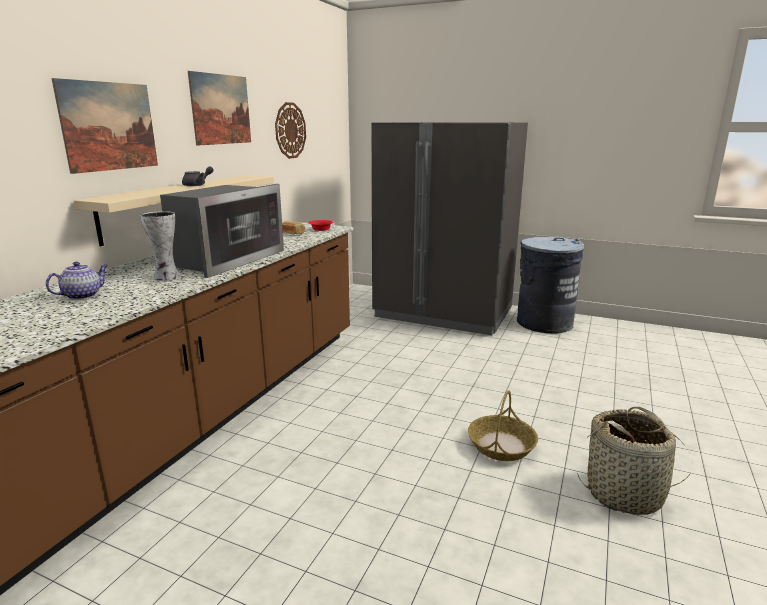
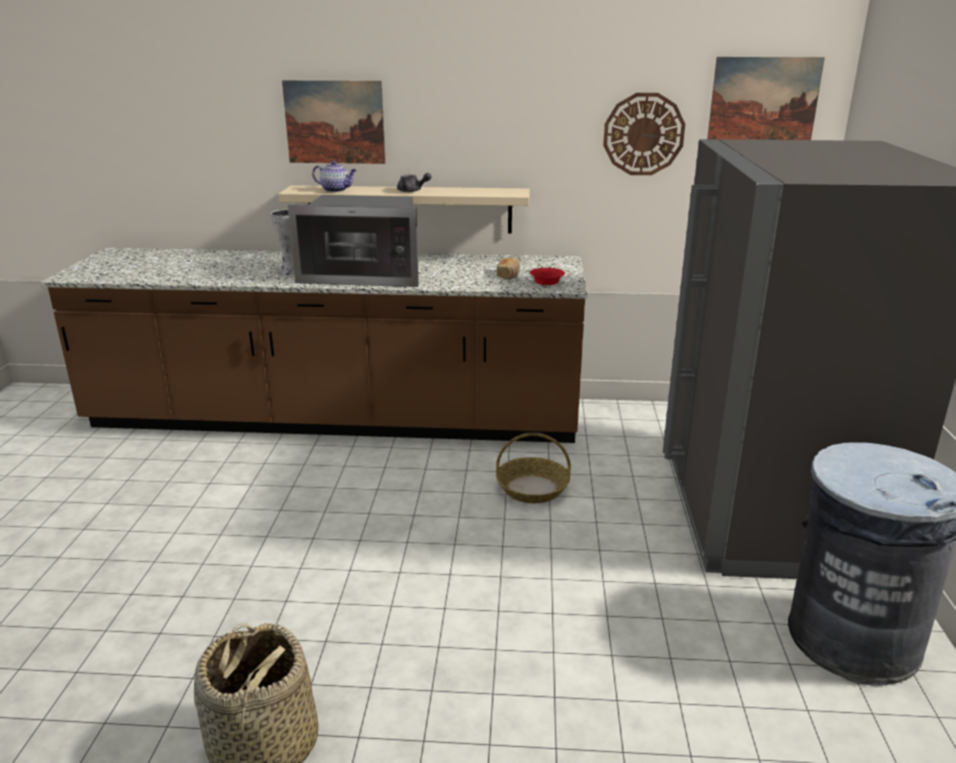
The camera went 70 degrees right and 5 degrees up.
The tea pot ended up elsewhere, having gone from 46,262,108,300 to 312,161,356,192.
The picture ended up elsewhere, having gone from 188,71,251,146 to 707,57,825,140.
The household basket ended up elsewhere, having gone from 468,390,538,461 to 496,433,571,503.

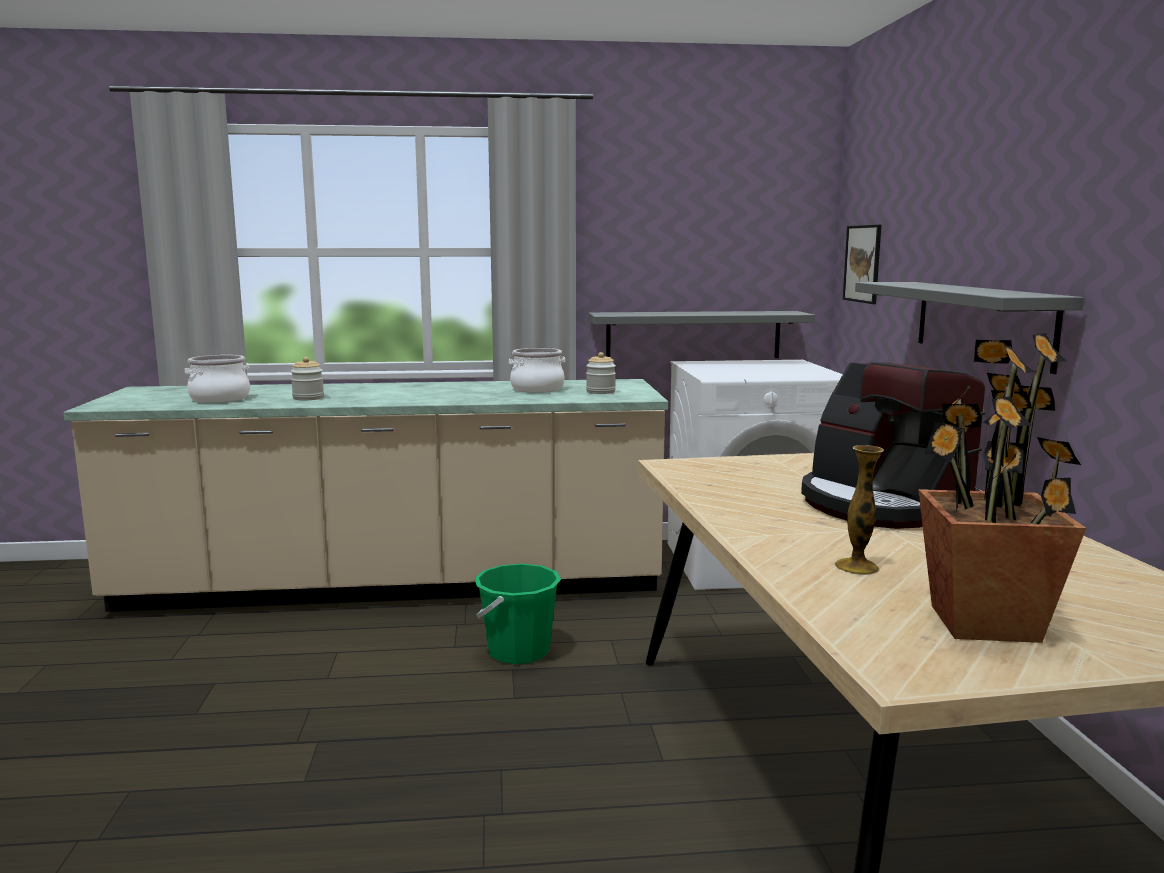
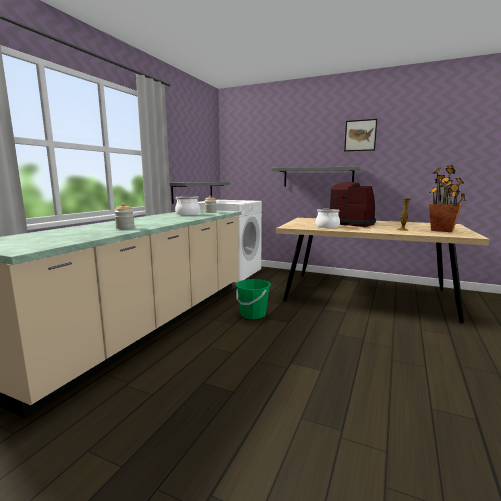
The camera went 60 degrees left and 0 degrees up.
The cooking pot ended up elsewhere, having gone from 185,355,250,403 to 315,209,340,228.
The picture ended up elsewhere, having gone from 843,225,881,304 to 344,119,377,151.
The coffee maker at 801,362,985,529 ended up facing another way, 135 degrees counterclockwise from before.

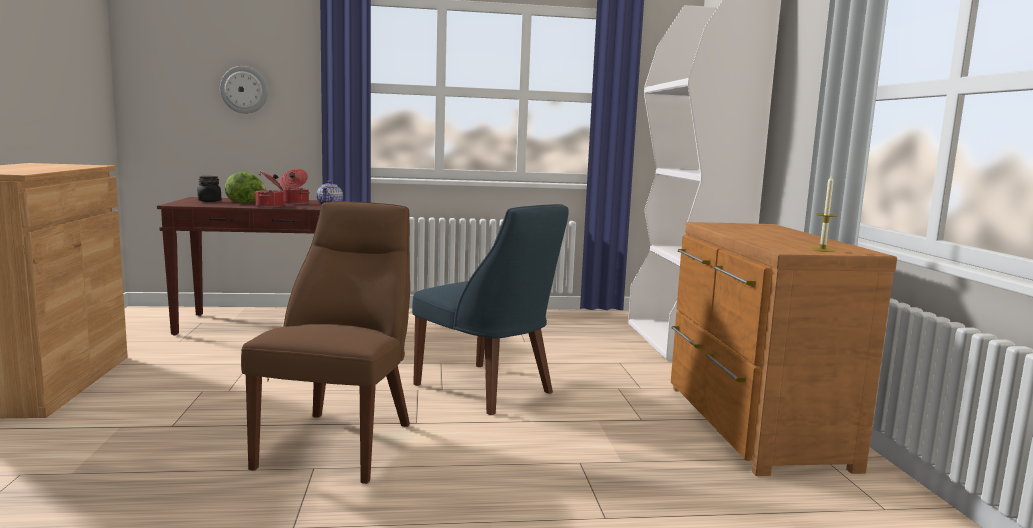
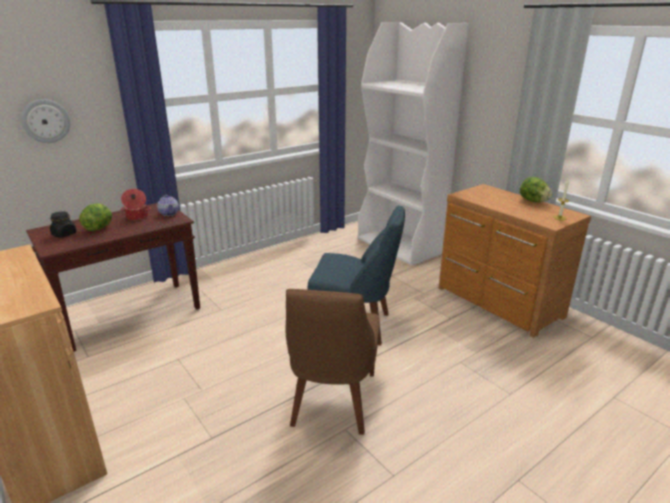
The camera went 30 degrees left and 15 degrees up.
The second view lost the cooking pot at 254,170,284,207.
The second view gained the lettuce head at 520,177,552,202.
The brownish chair at 241,201,410,484 ended up facing another way, 150 degrees counterclockwise from before.

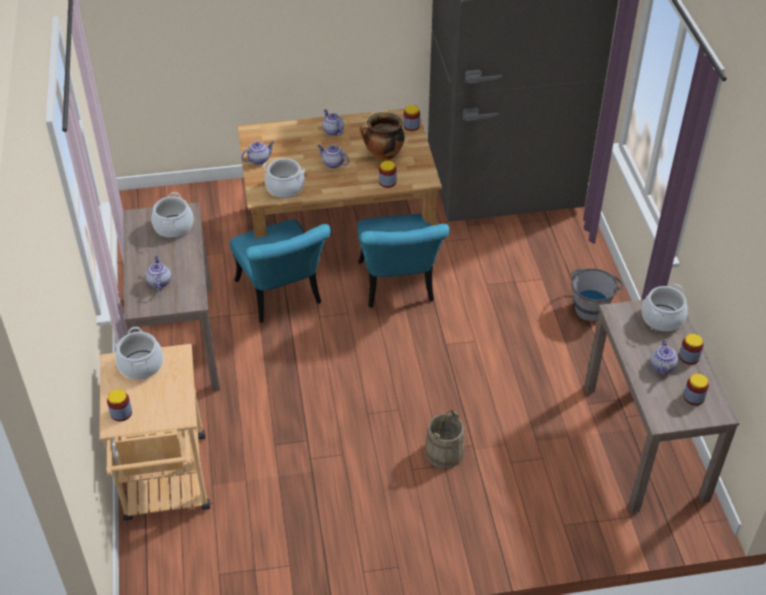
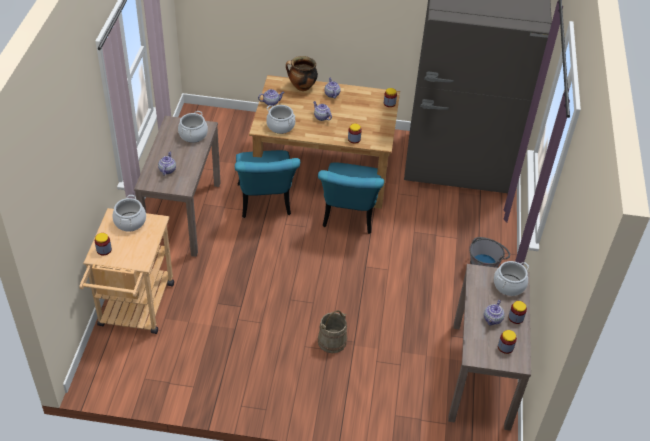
The camera went 15 degrees right and 0 degrees up.
The cooking pot ended up elsewhere, having gone from 360,112,405,161 to 286,56,318,91.

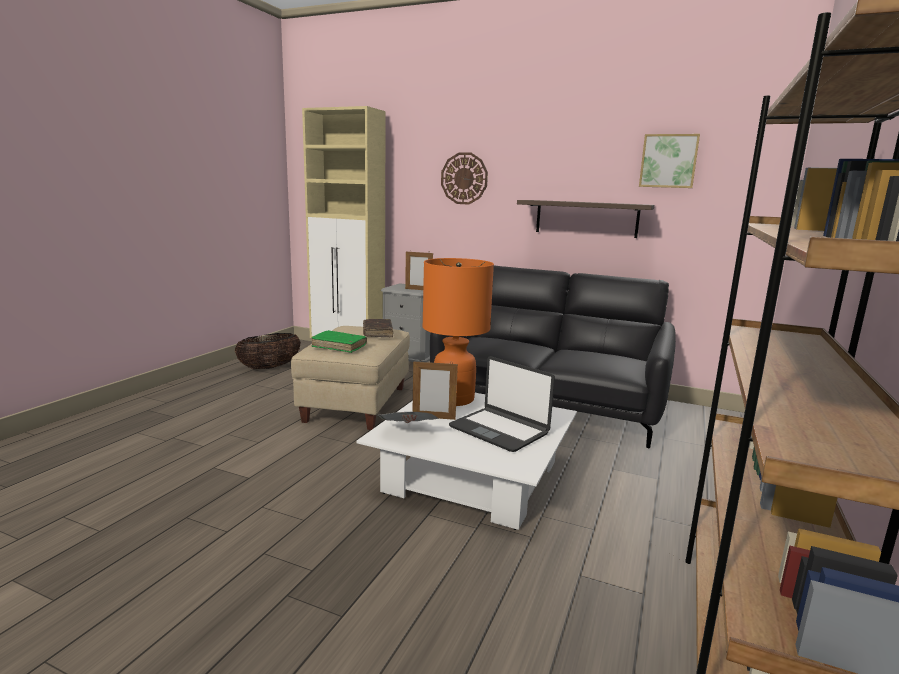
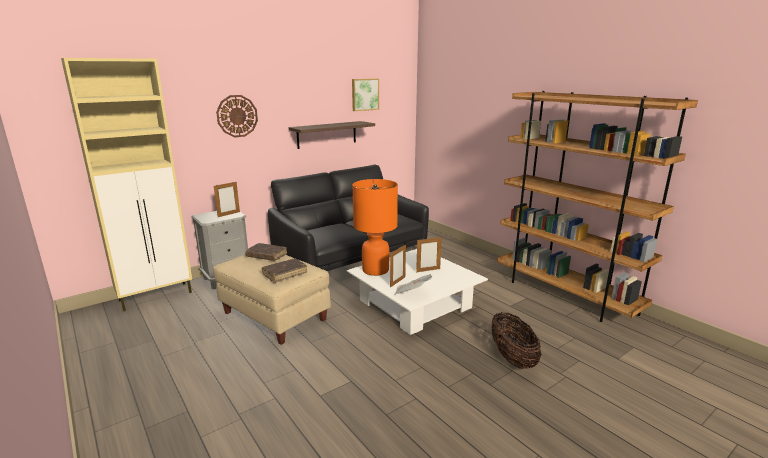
The camera went 60 degrees left and 5 degrees up.
The household basket ended up elsewhere, having gone from 235,333,300,369 to 491,312,542,369.
Where the laptop stood at 449,356,555,452, the standing frame came to stand at 416,237,442,272.
What was the green-coloured volume at 312,330,367,353 turned into the brownish volume at 262,259,307,283.

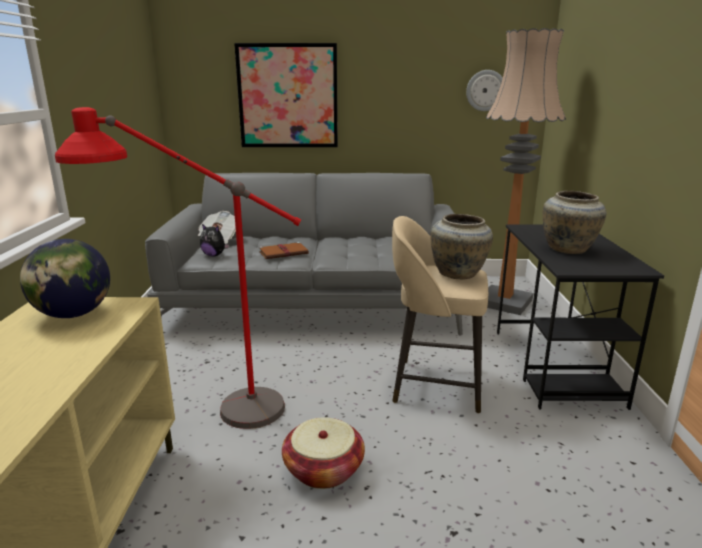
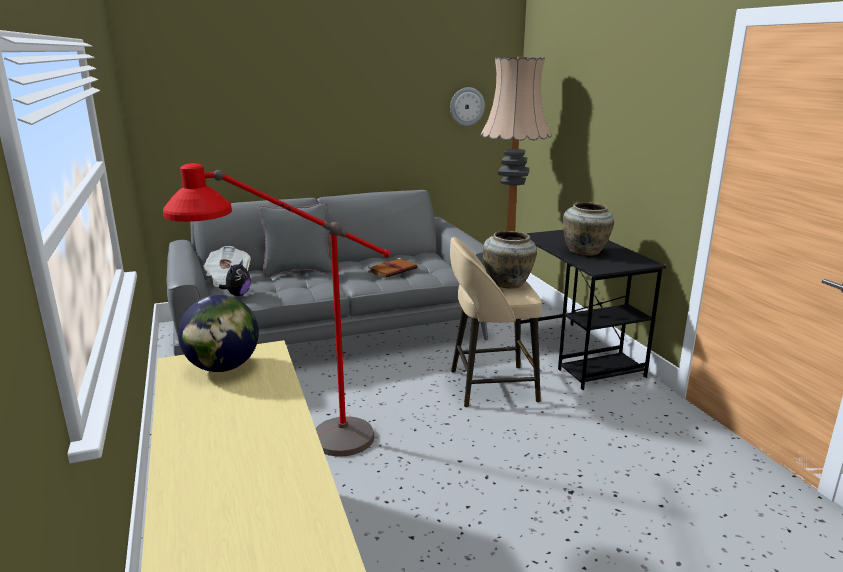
The camera went 20 degrees left and 0 degrees up.
The second view lost the picture at 234,43,338,147.
The second view lost the household basket at 282,418,365,489.
The second view gained the grey pillow at 257,203,332,278.
The brownish volume ended up elsewhere, having gone from 259,242,309,259 to 368,258,418,278.
The cuddly toy at 200,224,230,256 ended up facing another way, 75 degrees counterclockwise from before.

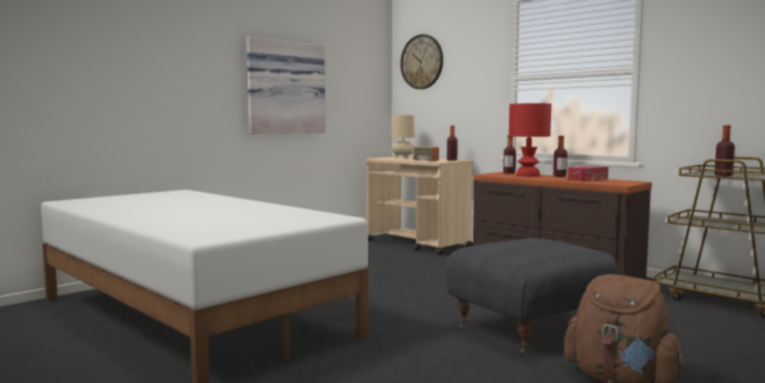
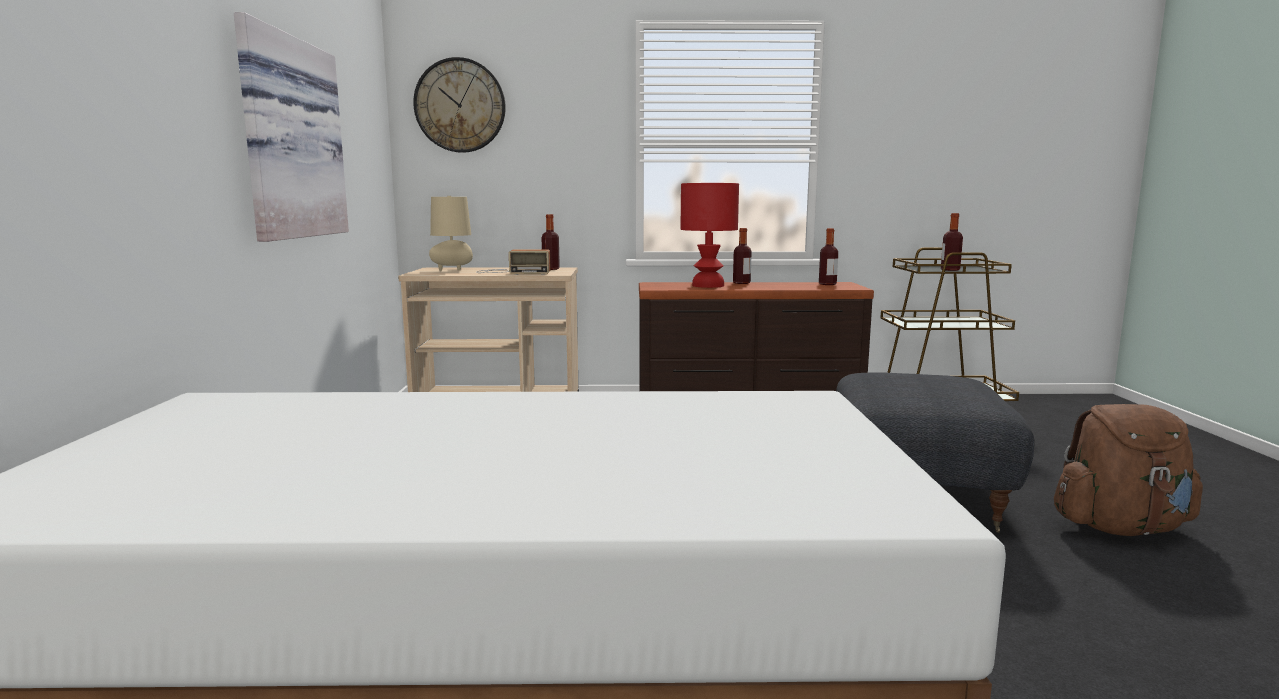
The camera went 45 degrees left and 5 degrees up.
The second view lost the tissue holder at 568,166,608,182.
The bottle ended up elsewhere, having gone from 503,135,516,174 to 819,228,838,285.

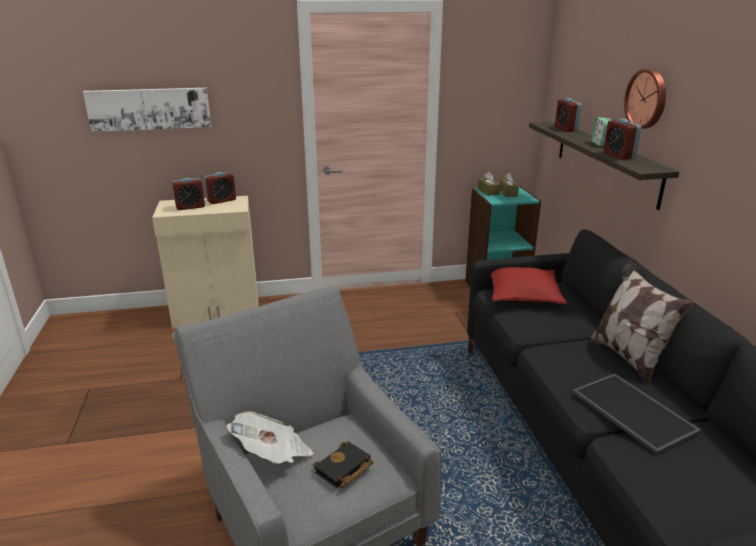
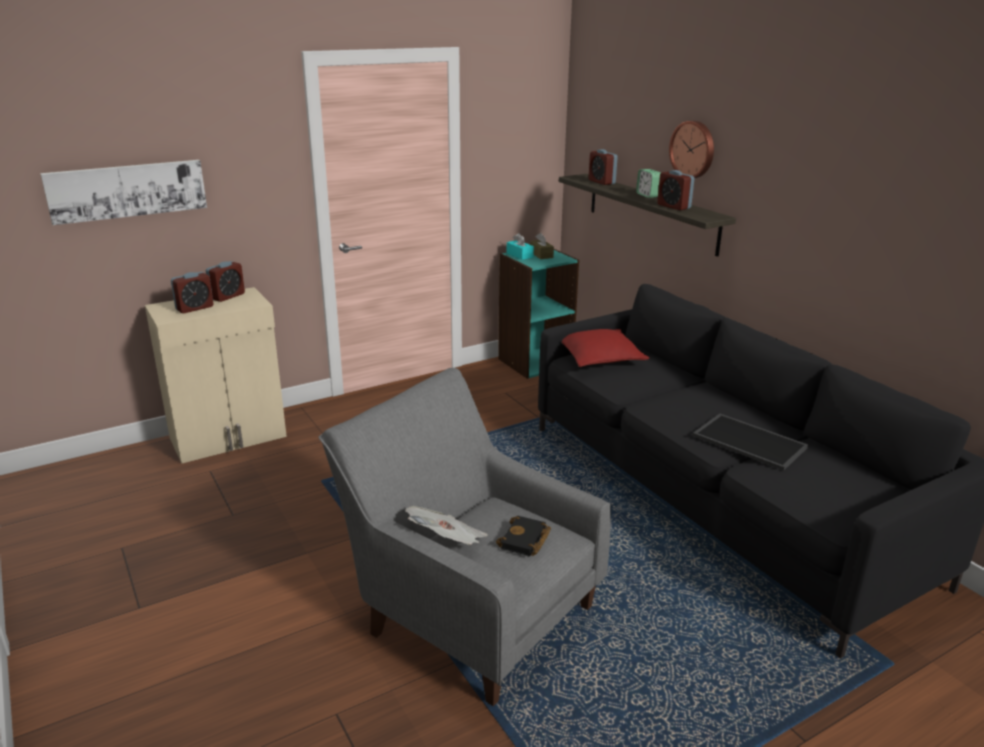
The camera went 20 degrees left and 0 degrees up.
The second view lost the pillow at 590,261,693,385.
What was the brownish tissue holder at 478,172,500,196 turned into the blue-green tissue holder at 506,233,534,260.

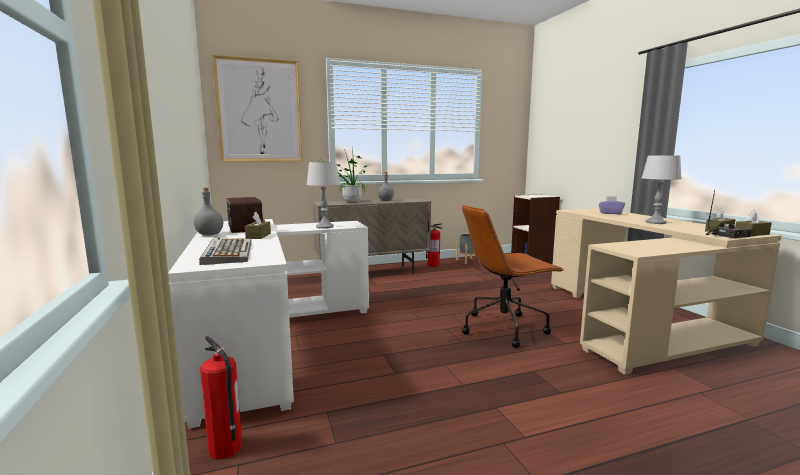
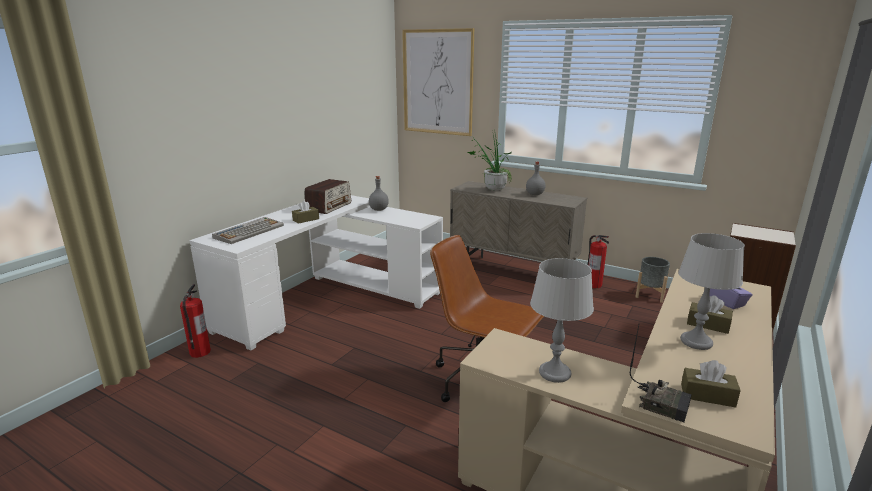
The camera went 50 degrees right and 10 degrees up.
The grey bottle ended up elsewhere, having gone from 194,188,223,235 to 369,176,389,211.
The grey tabletop lamp ended up elsewhere, having gone from 307,162,340,229 to 530,258,594,383.
The brownish tissue holder ended up elsewhere, having gone from 735,210,772,236 to 687,295,733,334.

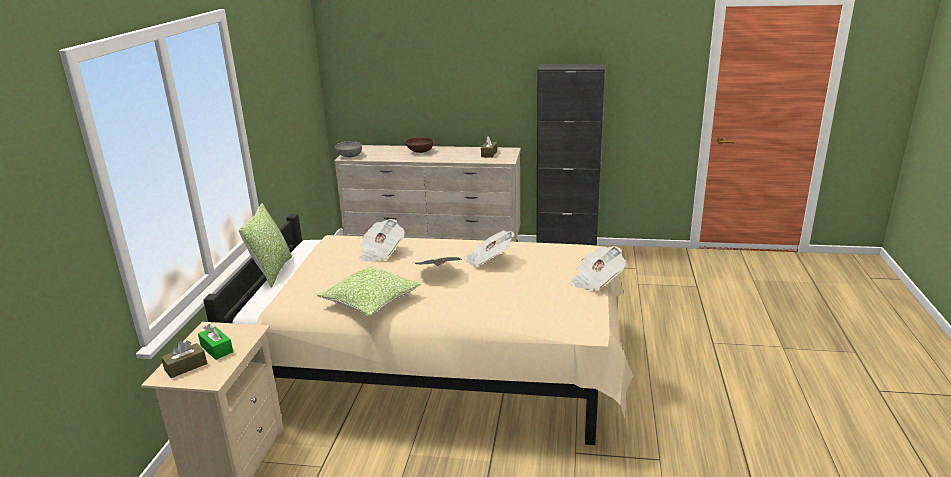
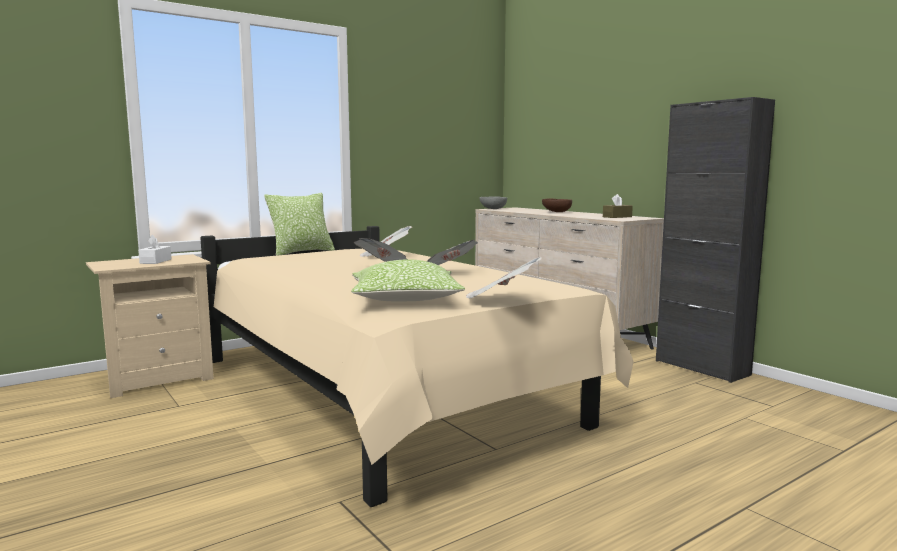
The camera went 45 degrees right and 15 degrees down.
The second view lost the brownish tissue holder at 161,340,207,378.
The pillow ended up elsewhere, having gone from 317,266,421,316 to 351,259,465,301.
What was the green-coloured tissue holder at 198,324,233,360 turned into the white tissue holder at 138,234,172,264.

